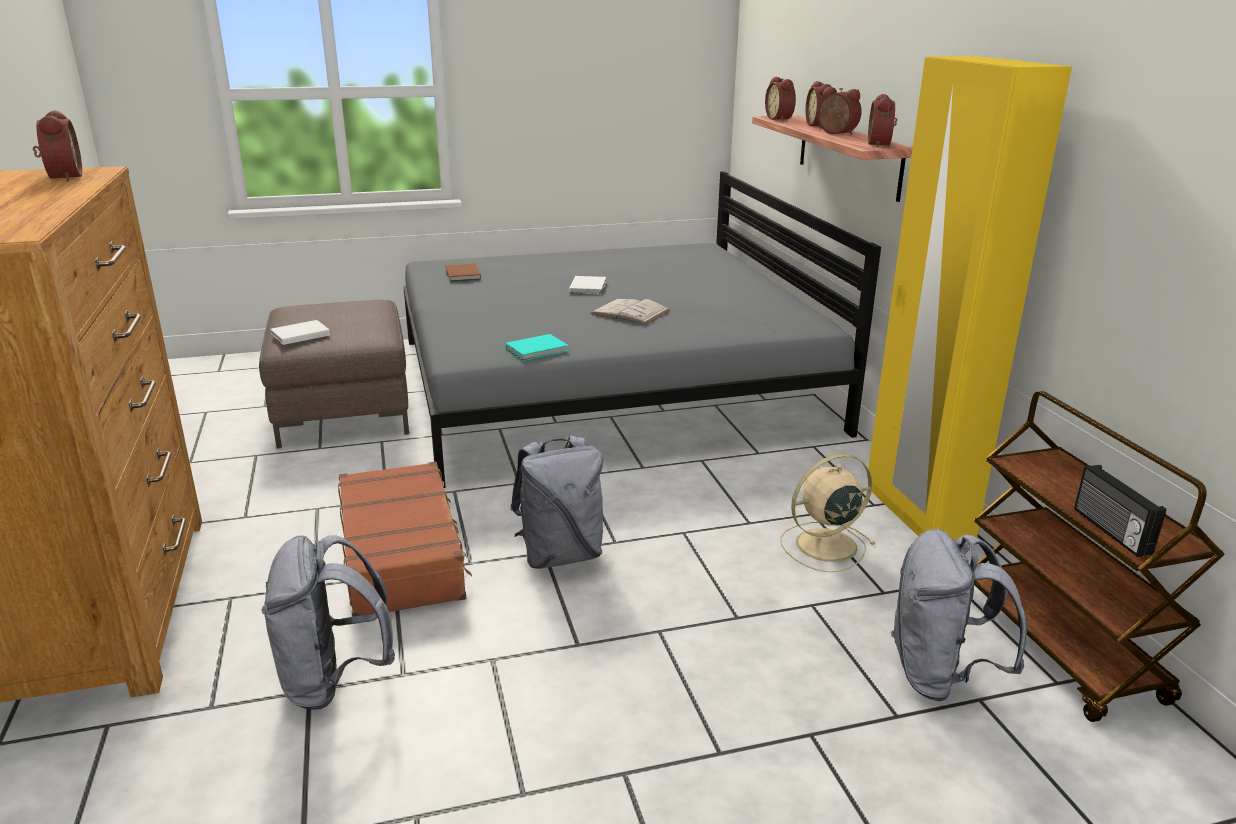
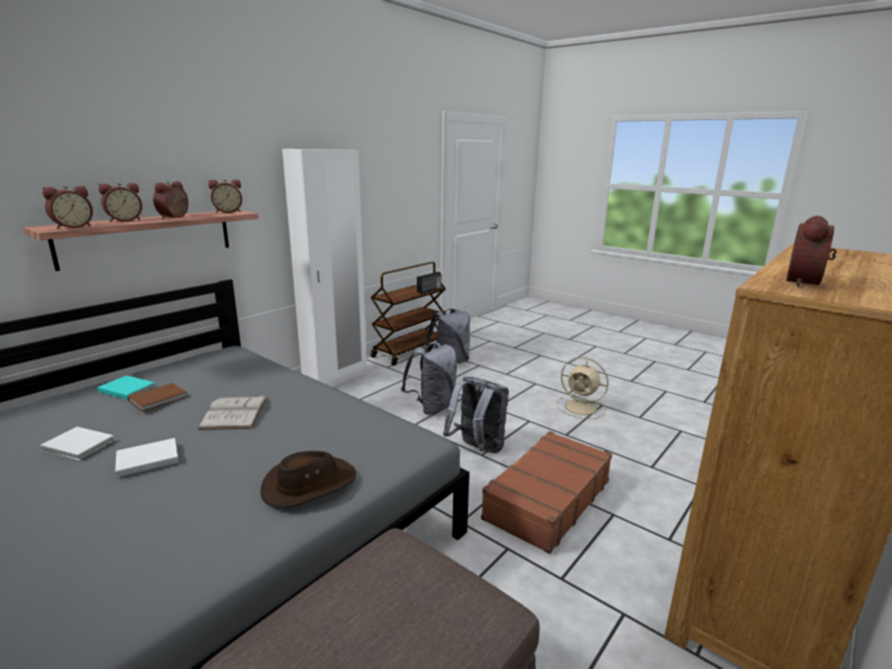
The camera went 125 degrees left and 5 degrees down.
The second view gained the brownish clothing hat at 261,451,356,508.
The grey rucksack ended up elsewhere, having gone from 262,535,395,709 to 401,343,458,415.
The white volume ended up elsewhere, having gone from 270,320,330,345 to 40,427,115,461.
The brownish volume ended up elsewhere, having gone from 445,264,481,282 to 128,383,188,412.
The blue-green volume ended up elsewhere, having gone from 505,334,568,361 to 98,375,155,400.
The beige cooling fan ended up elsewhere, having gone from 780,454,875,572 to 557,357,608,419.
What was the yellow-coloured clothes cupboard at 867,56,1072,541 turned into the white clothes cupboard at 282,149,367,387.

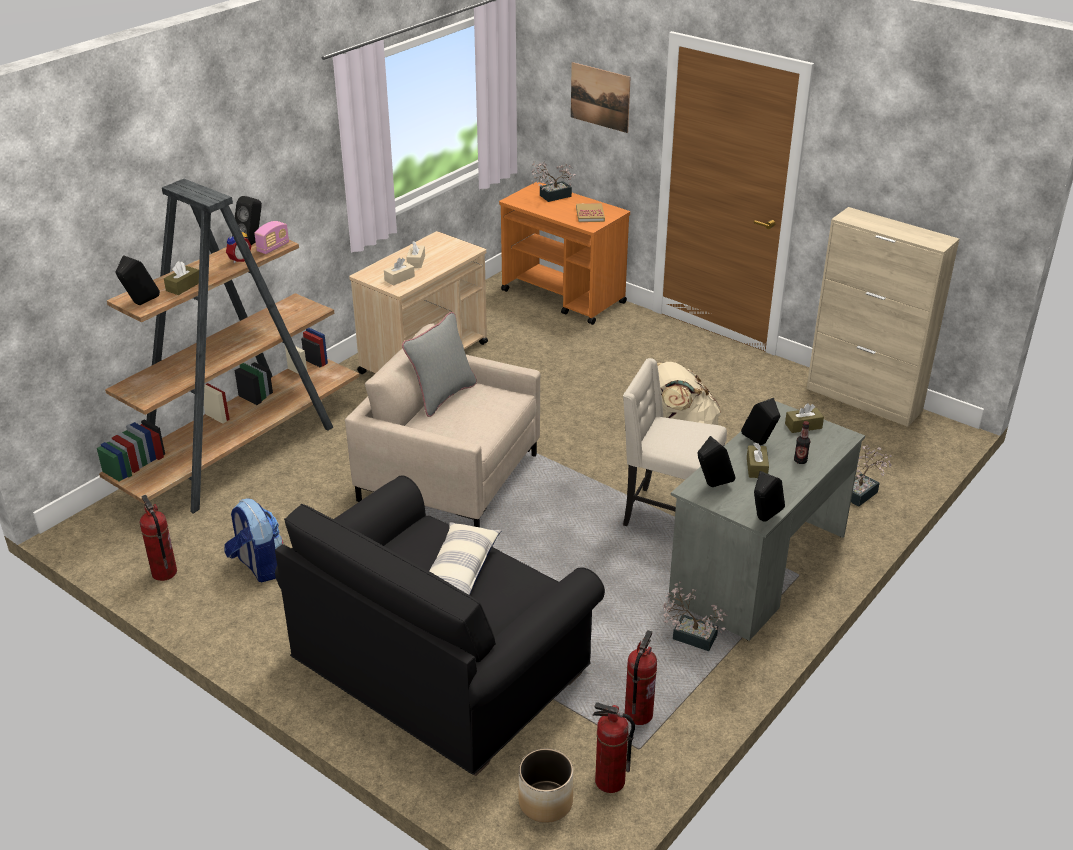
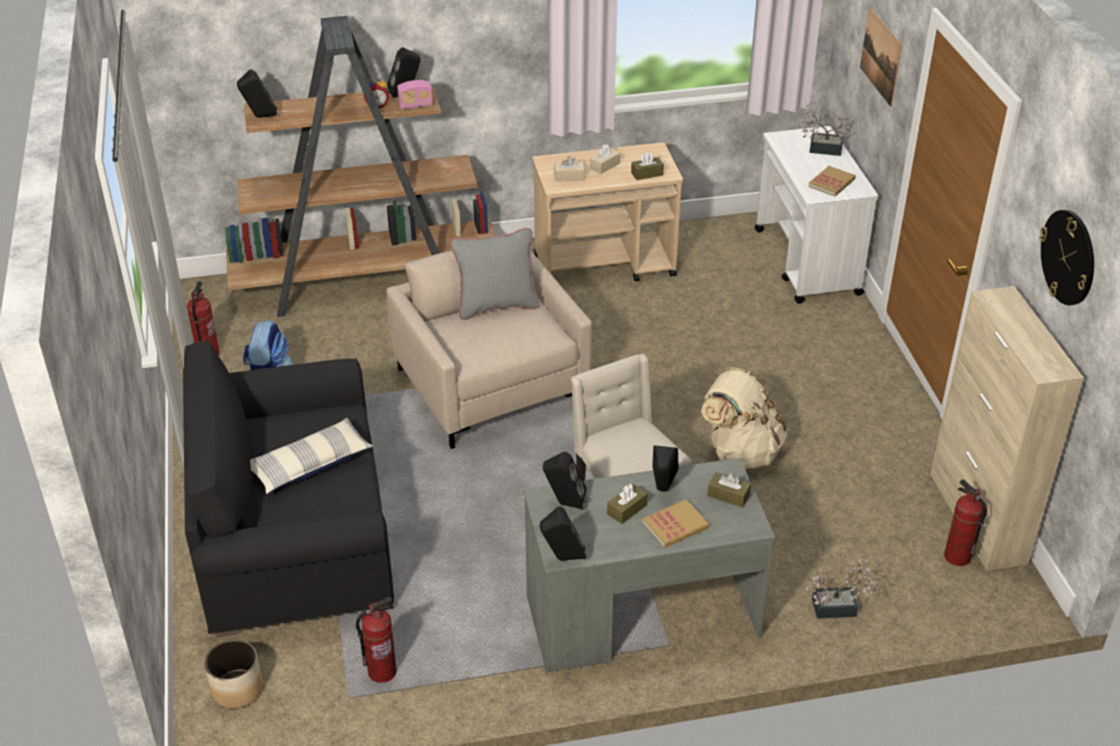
The camera went 40 degrees right and 5 degrees up.
The second view lost the potted plant at 662,582,728,651.
The second view gained the wall clock at 1039,210,1094,305.
The brownish tissue holder ended up elsewhere, having gone from 164,261,199,295 to 631,152,664,180.
The extinguisher ended up elsewhere, having gone from 592,702,635,793 to 944,479,987,566.
Where the bottle stood at 794,421,810,464, the volume came to stand at 642,499,709,548.
What was the orange-coloured wheeled cart at 499,182,630,325 turned into the white wheeled cart at 754,126,878,304.

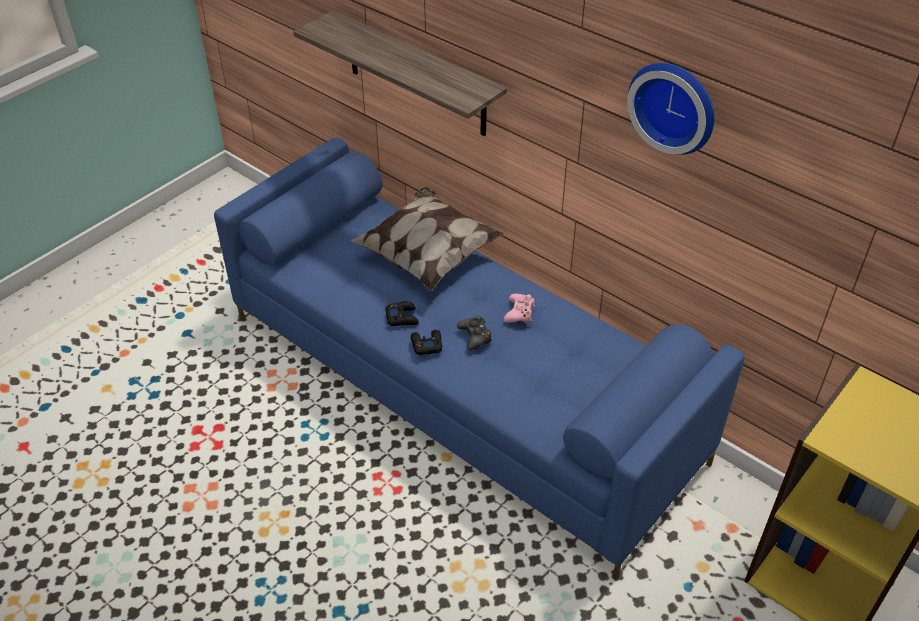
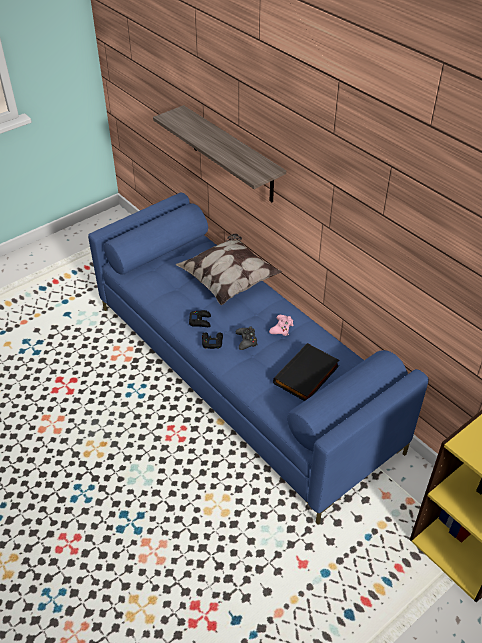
The camera went 10 degrees right and 0 degrees up.
The second view lost the wall clock at 627,63,715,155.
The second view gained the black-coloured volume at 273,343,340,401.

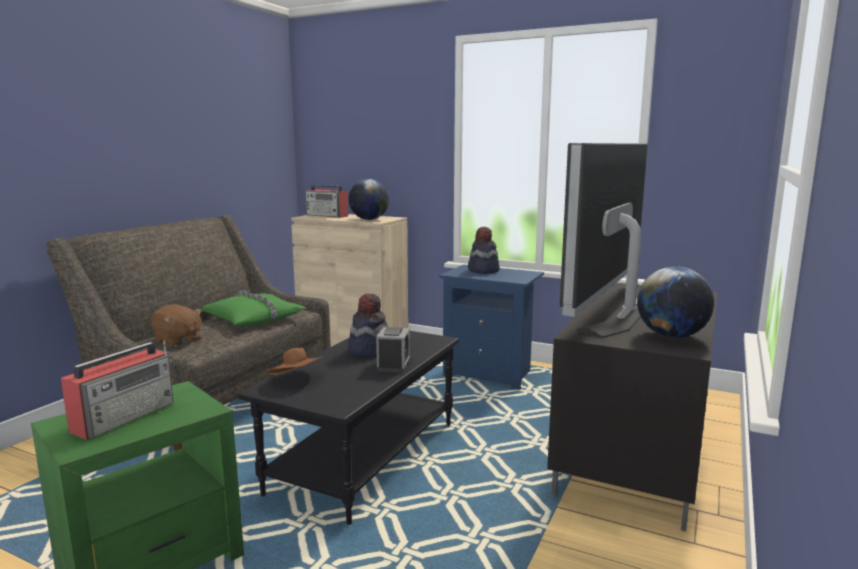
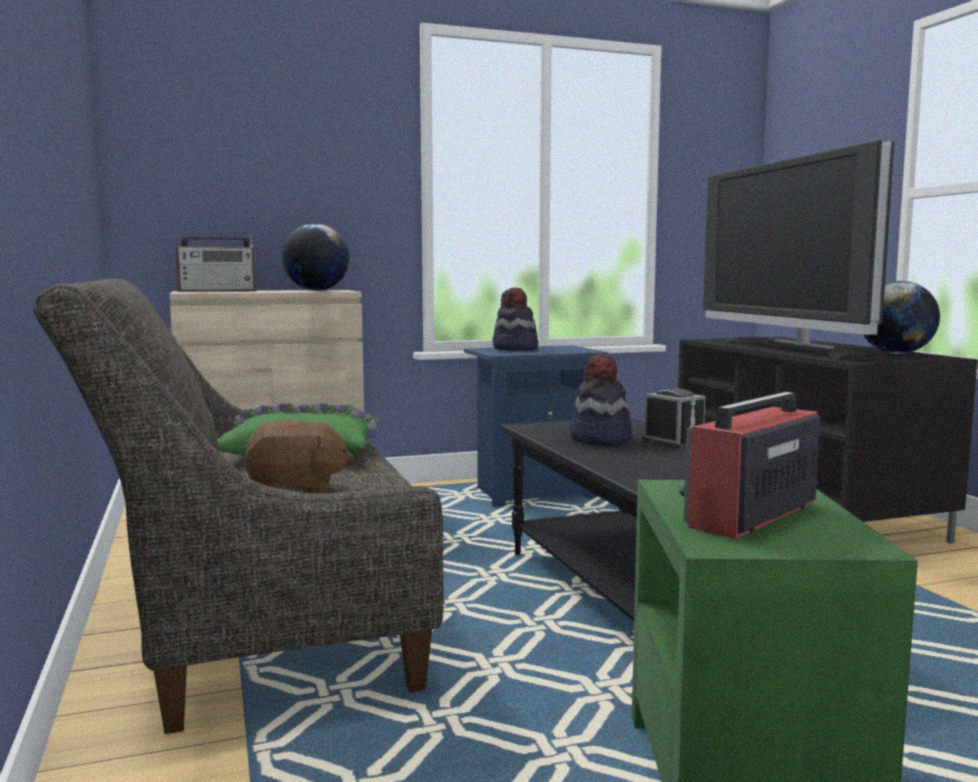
The camera went 45 degrees left and 5 degrees down.
The second view lost the brownish clothing hat at 267,348,322,375.
The radio receiver at 61,340,173,440 ended up facing another way, 120 degrees counterclockwise from before.

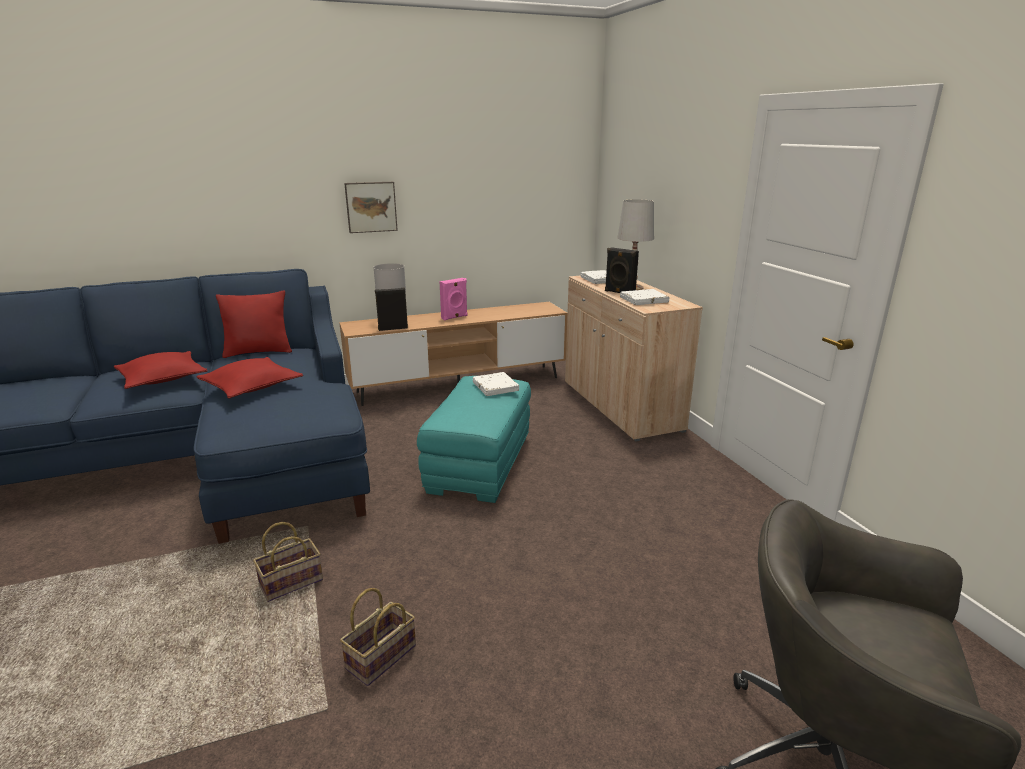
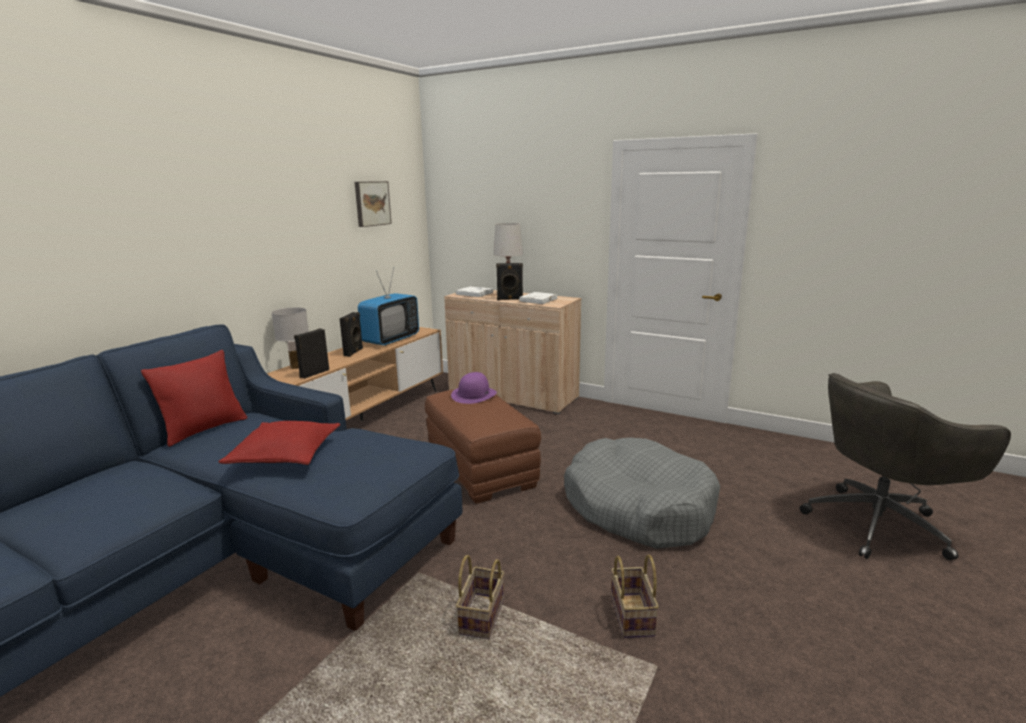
The camera went 40 degrees left and 5 degrees down.
The second view lost the red pillow at 114,351,208,389.
The second view gained the TV set at 358,267,419,346.
The second view gained the grey dog cushion at 564,437,720,549.
The picture ended up elsewhere, having gone from 344,182,398,233 to 355,181,392,227.
Where the white volume stood at 473,372,519,396, the purplish clothing hat came to stand at 451,372,497,404.
What was the blue-green pouffe at 417,376,531,503 turned into the brownish pouffe at 425,389,541,504.
What was the pink-coloured audio speaker at 439,278,468,320 turned into the black-coloured audio speaker at 340,312,363,357.

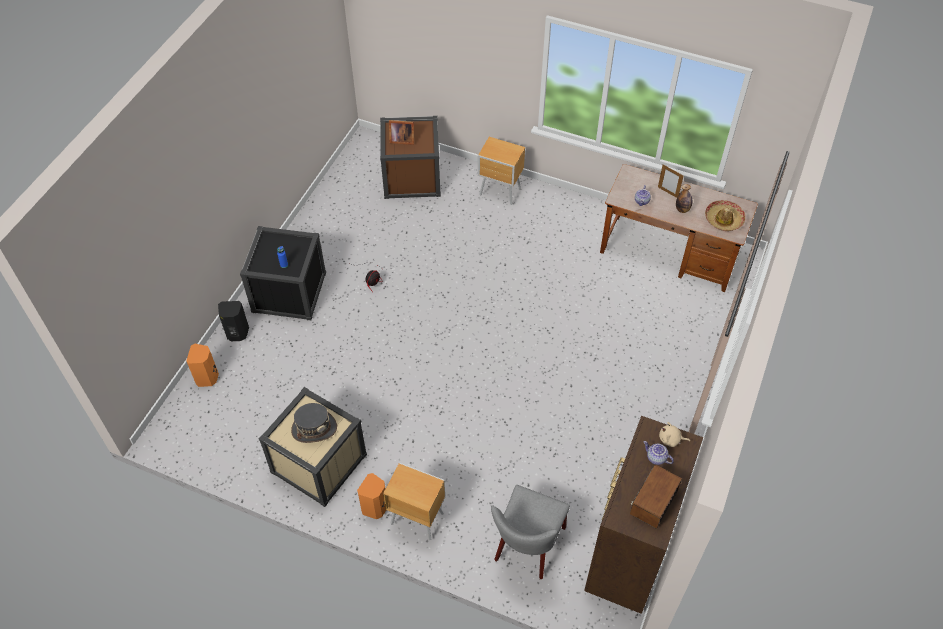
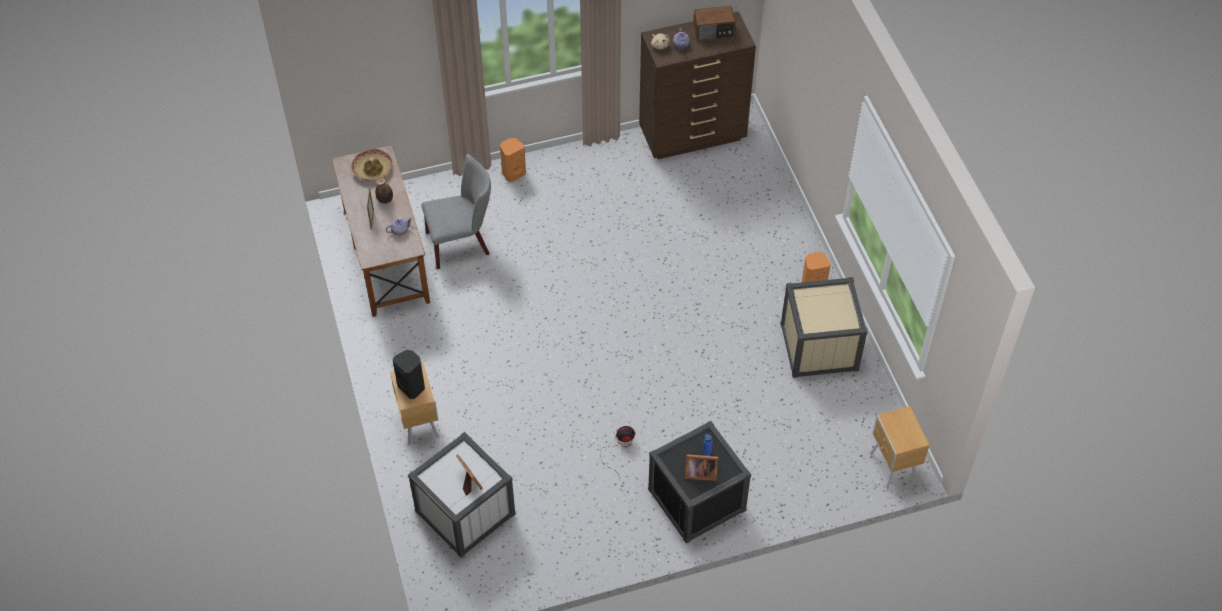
The camera went 130 degrees left and 0 degrees up.
The second view lost the grey clothing hat at 291,403,337,443.
The second view gained the standing frame at 685,454,718,481.
The orange-coloured audio speaker ended up elsewhere, having gone from 186,344,219,387 to 500,138,526,182.
The black-coloured audio speaker ended up elsewhere, having gone from 218,301,249,341 to 393,350,425,399.
The brownish bedside table ended up elsewhere, having gone from 383,463,445,540 to 870,406,930,489.
The grey chair ended up elsewhere, having gone from 491,485,570,579 to 422,154,491,269.
What was the brownish storage bin at 380,116,441,199 turned into the white storage bin at 408,432,516,558.

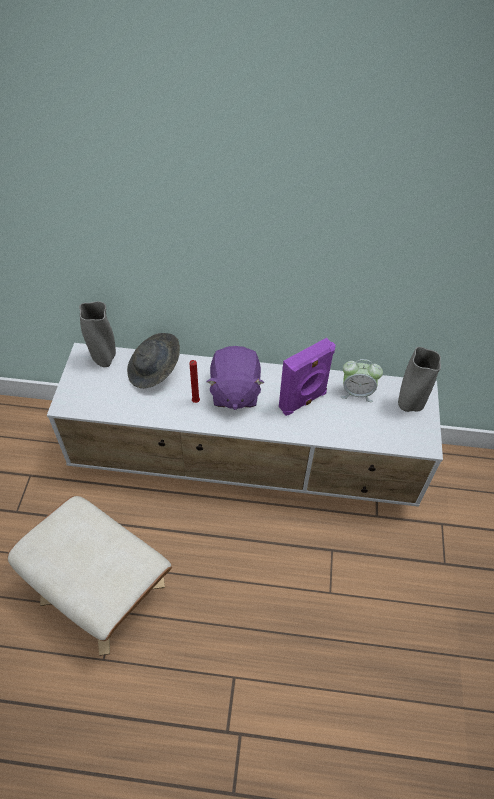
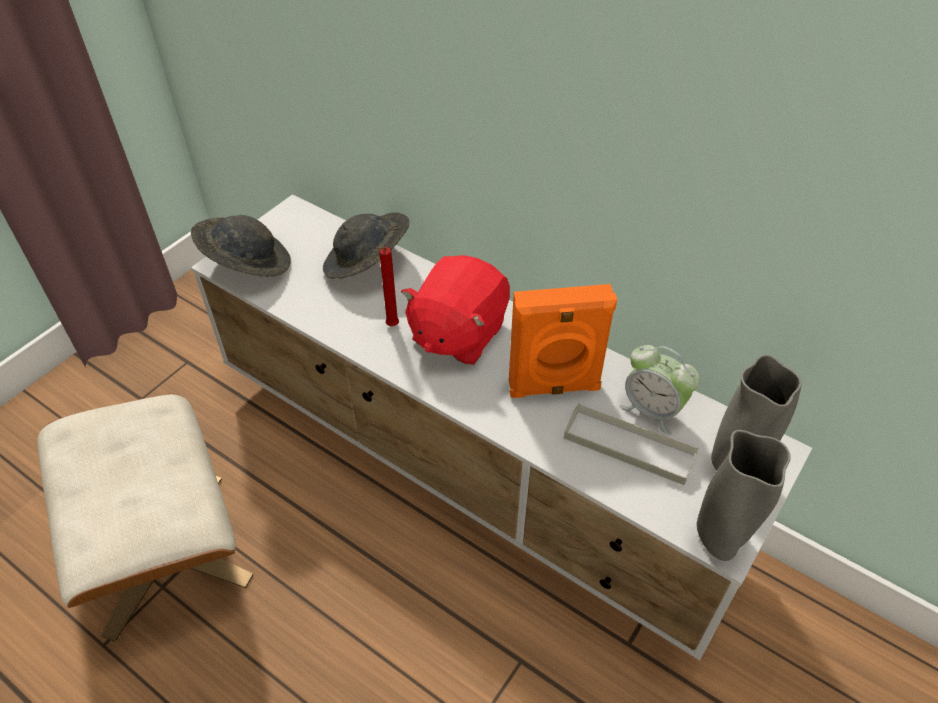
The camera went 30 degrees right and 5 degrees down.
The second view gained the grey clothing hat at 191,215,291,277.
The second view gained the grey carrying tray at 564,403,698,486.
The grey decorative vase ended up elsewhere, having gone from 79,301,116,367 to 697,430,791,561.
What was the purplish cuddly toy at 207,346,264,410 turned into the red cuddly toy at 401,255,510,365.
What was the purplish audio speaker at 279,338,335,416 turned into the orange-coloured audio speaker at 509,284,617,398.

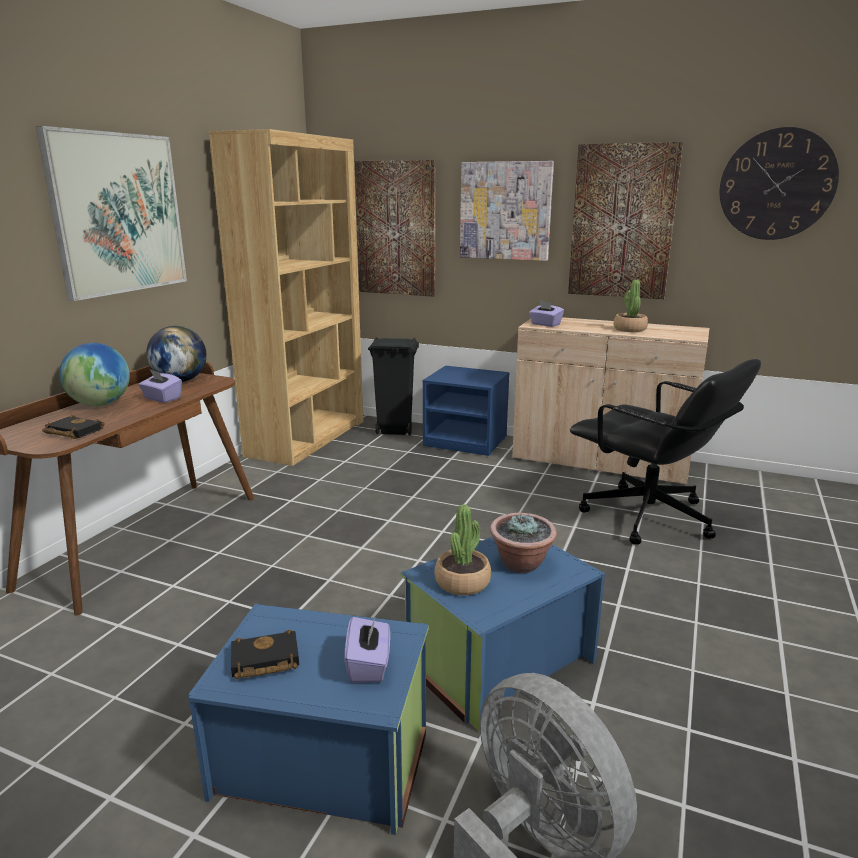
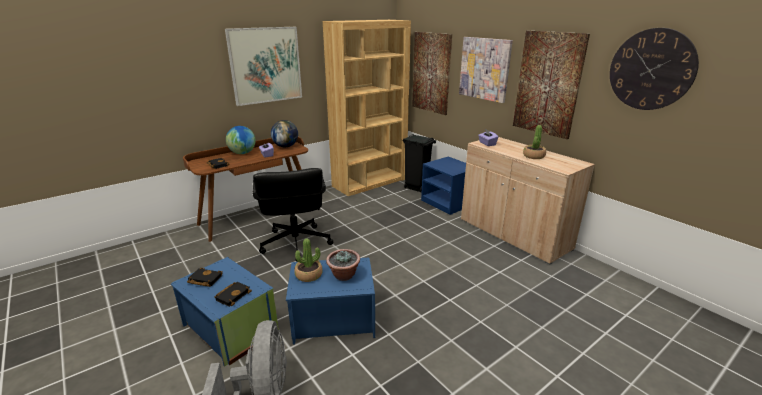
The camera went 30 degrees right and 5 degrees up.
The black-coloured desk chair ended up elsewhere, having gone from 570,359,761,545 to 253,168,333,262.
Where the purplish tissue holder stood at 344,616,390,683, the black-coloured volume came to stand at 214,282,252,307.

